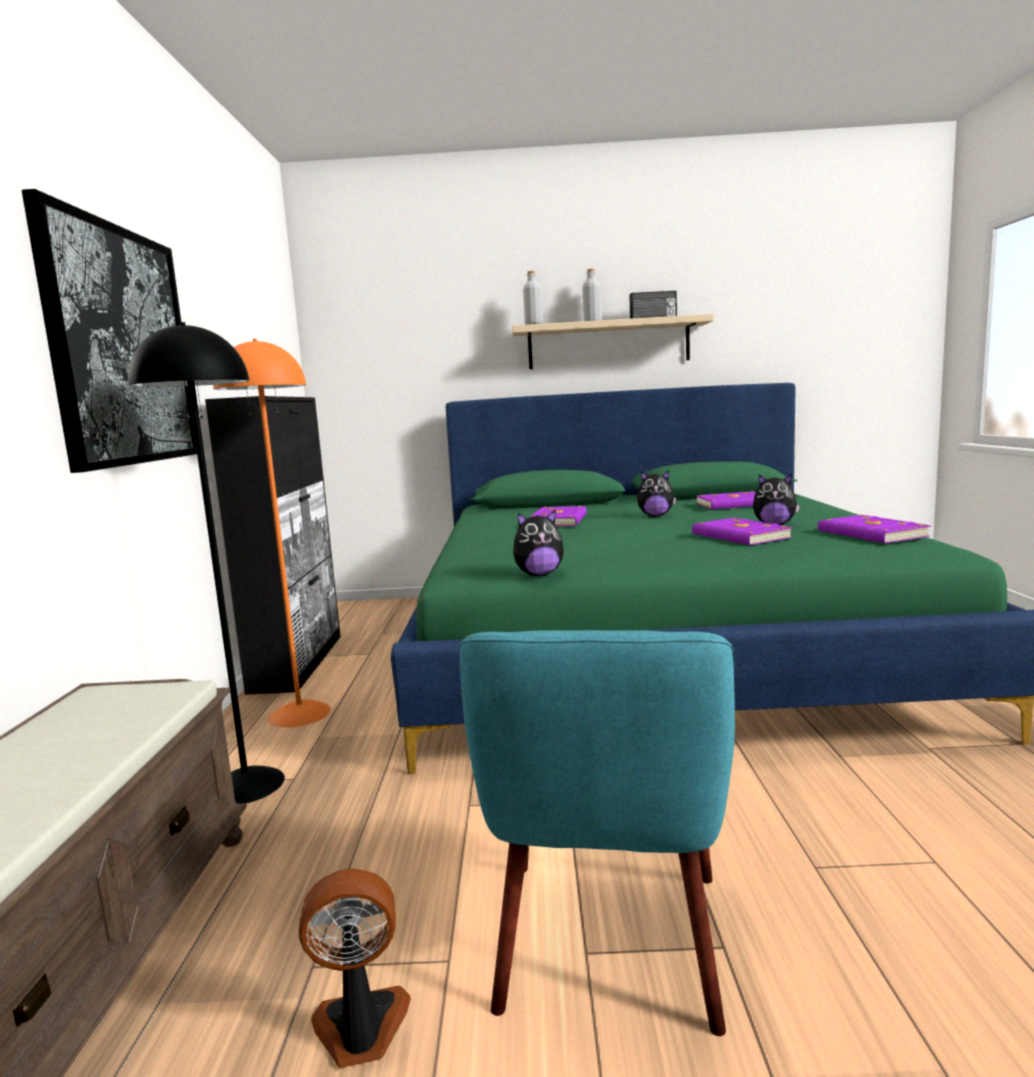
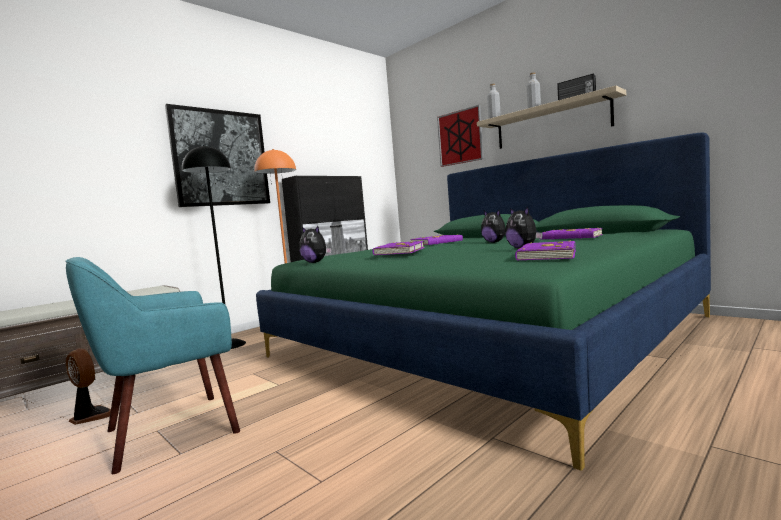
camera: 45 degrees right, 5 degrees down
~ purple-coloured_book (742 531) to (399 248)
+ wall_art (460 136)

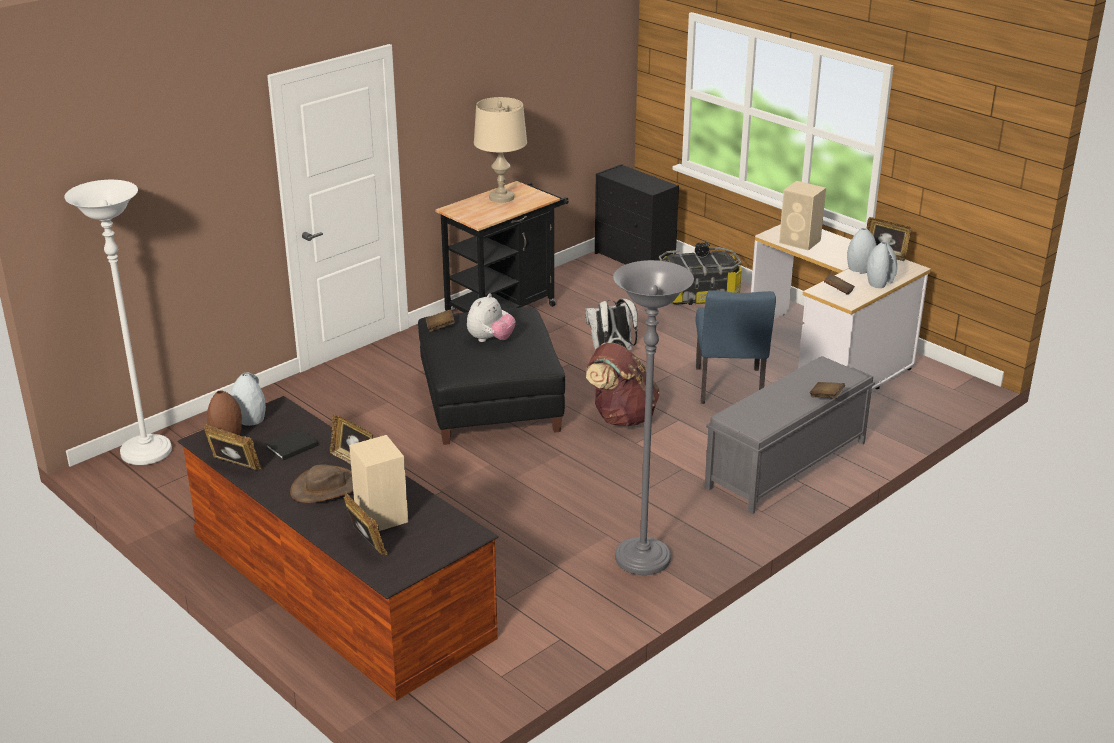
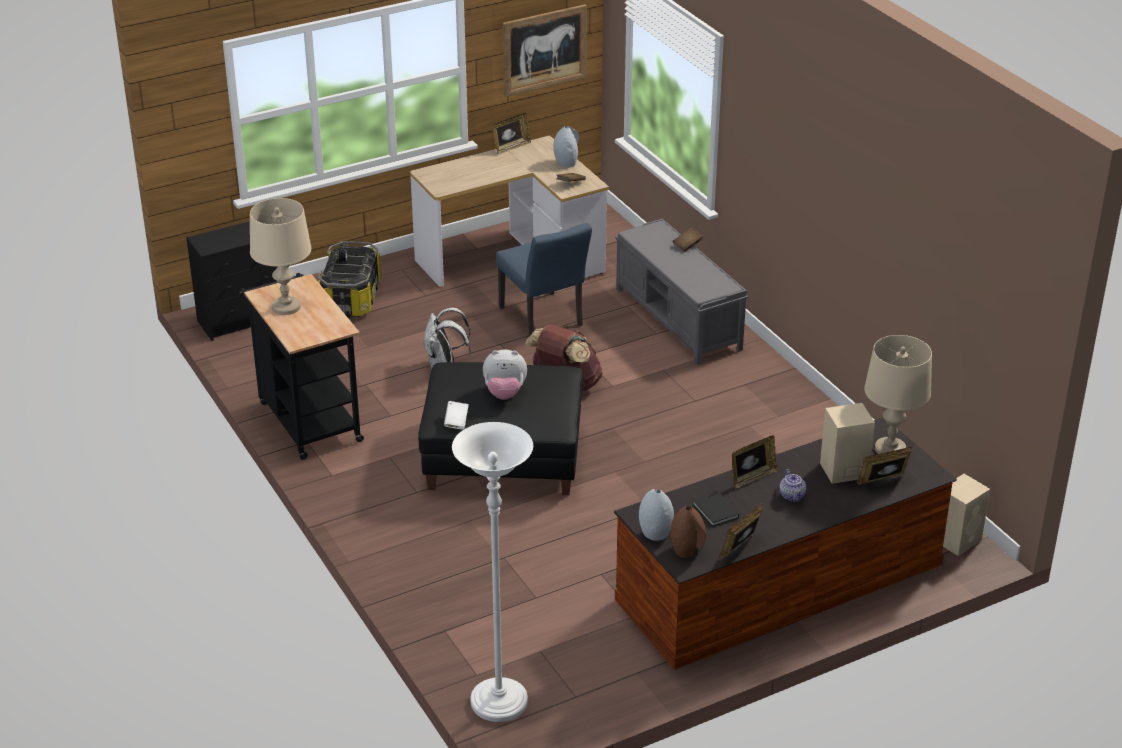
camera: 75 degrees left, 5 degrees up
~ brown_book (440 320) to whitish_book (456 415)
~ plush_toy (491 317) = (505 375) 135 degrees clockwise
~ bluish_chair (735 347) = (544 279) 45 degrees clockwise
+ wall_art (545 50)
~ brown_clothing_hat (321 483) to teapot (792 485)
+ beige_tabletop_lamp (898 394)
~ beige_loudspeaker (802 215) to (966 515)
- grey_standing_lamp (653 417)
- grey_flower_vase (861 251)

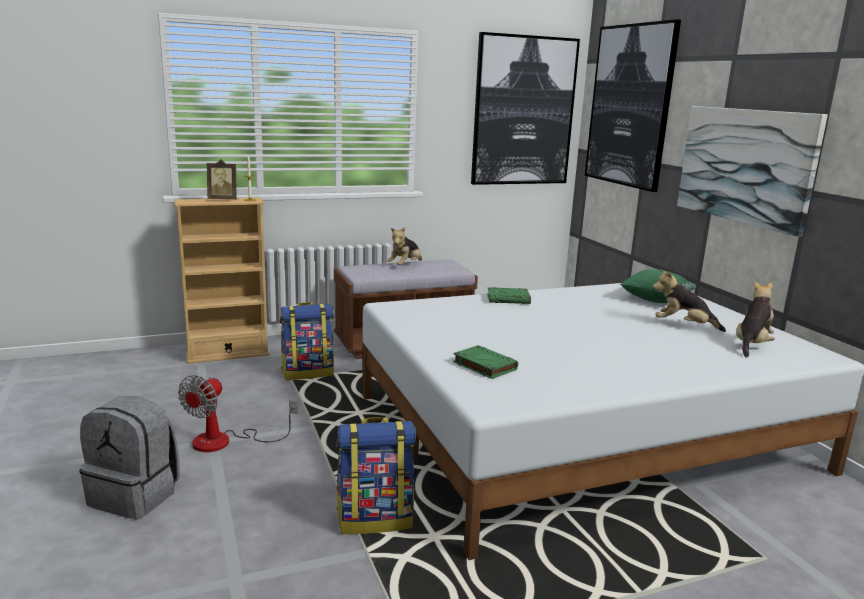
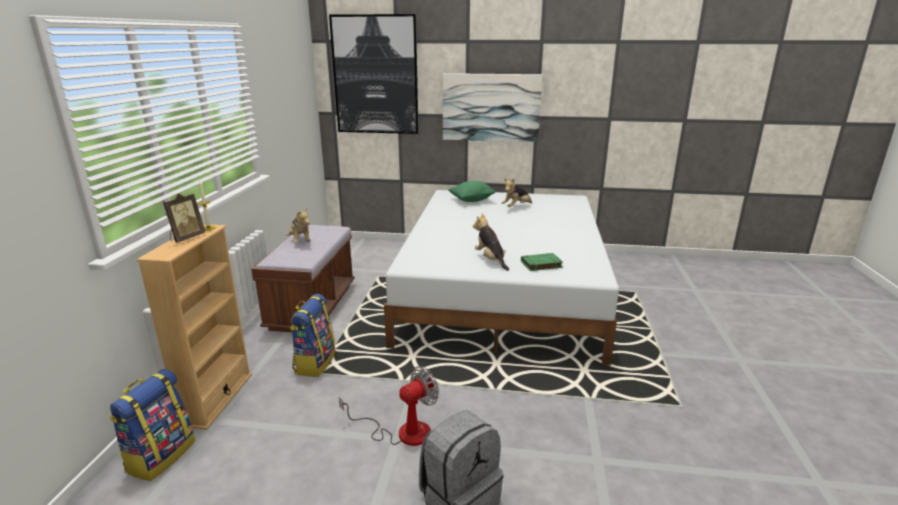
camera: 60 degrees left, 5 degrees up
~ rucksack (376 475) to (152 425)
~ cooling_fan (237 413) = (389 406) 90 degrees counterclockwise
~ plush_toy (755 319) to (491 242)
- wall_art (525 108)
- greenish_book (509 295)

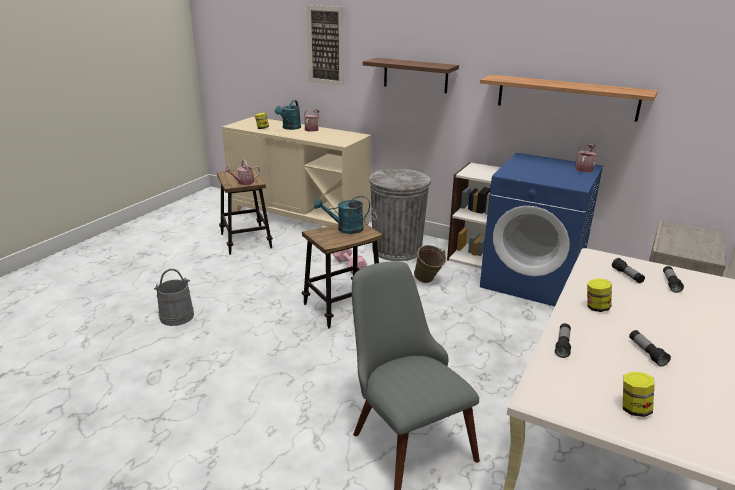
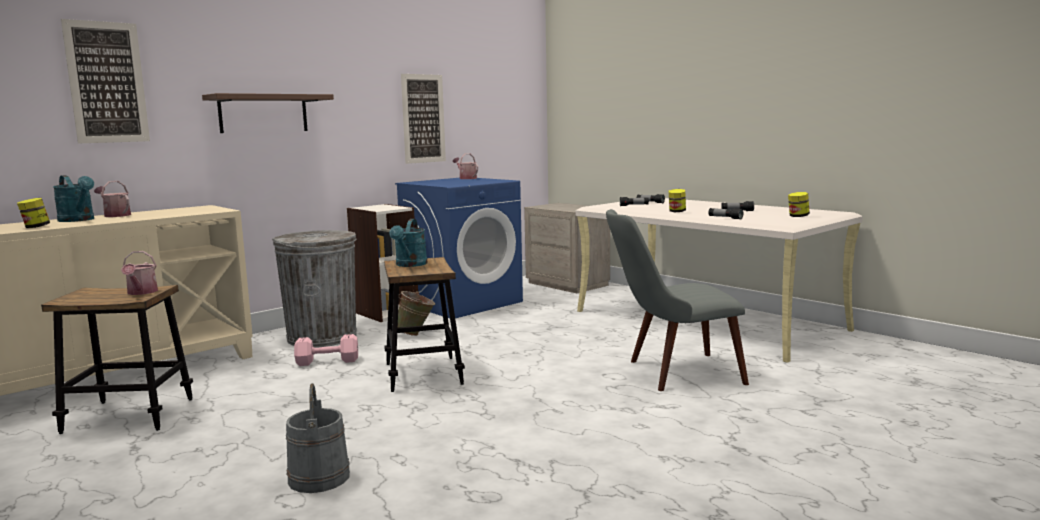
camera: 70 degrees left, 15 degrees down
~ wall_shelf (569 98) to wall_art (423 119)

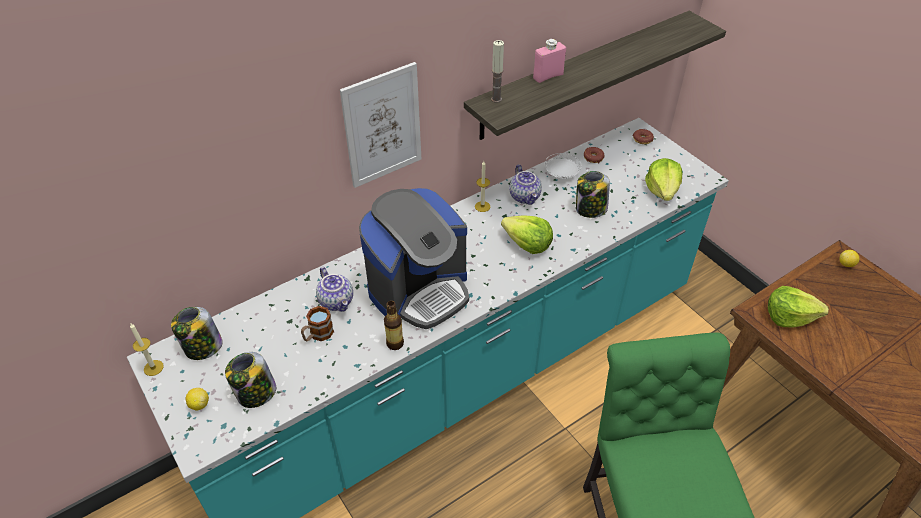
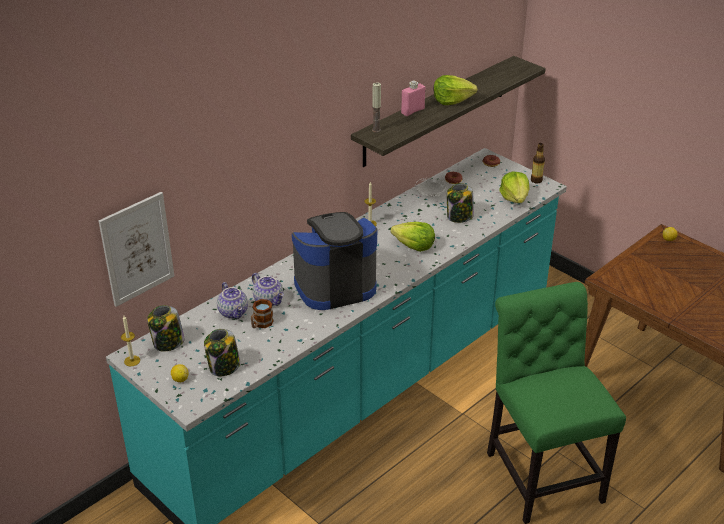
camera: 10 degrees left, 10 degrees down
~ wall_art (380 125) to (136 249)
~ teapot (525 184) to (232 300)
~ coffee_maker (414 258) = (334 261) 150 degrees counterclockwise
~ lettuce (798 307) to (455 90)
~ bottle (394 325) to (538 163)

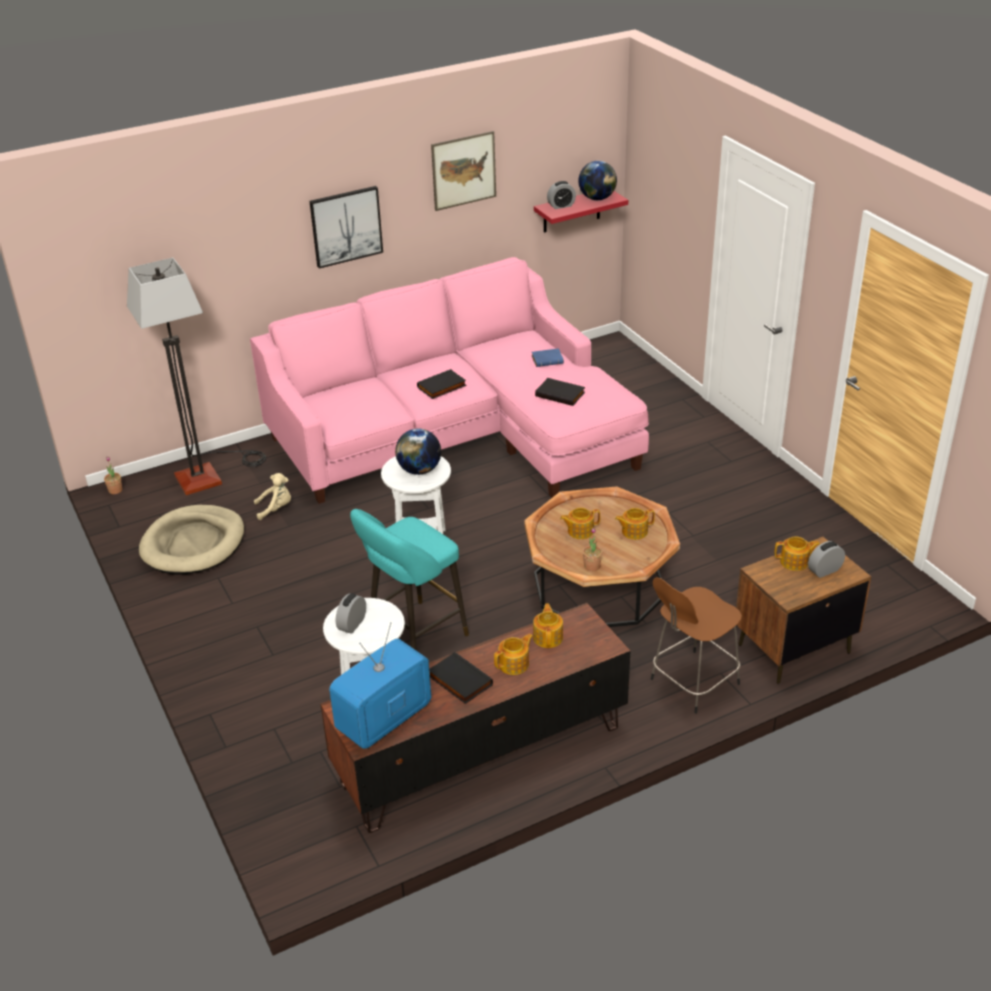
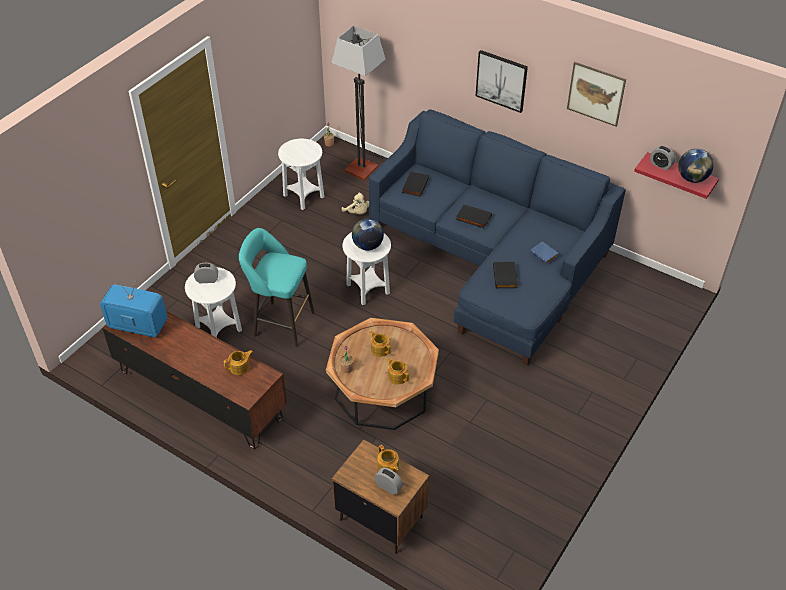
camera: 60 degrees right, 10 degrees up
~ beige_dog_cushion (191 540) to whitish_end_table (301 174)
~ pink_couch (449 380) to bluish_couch (497 237)
~ blackish_book (461 678) to (415 184)
- teapot (513 654)
- brown_sitting_stool (696 645)

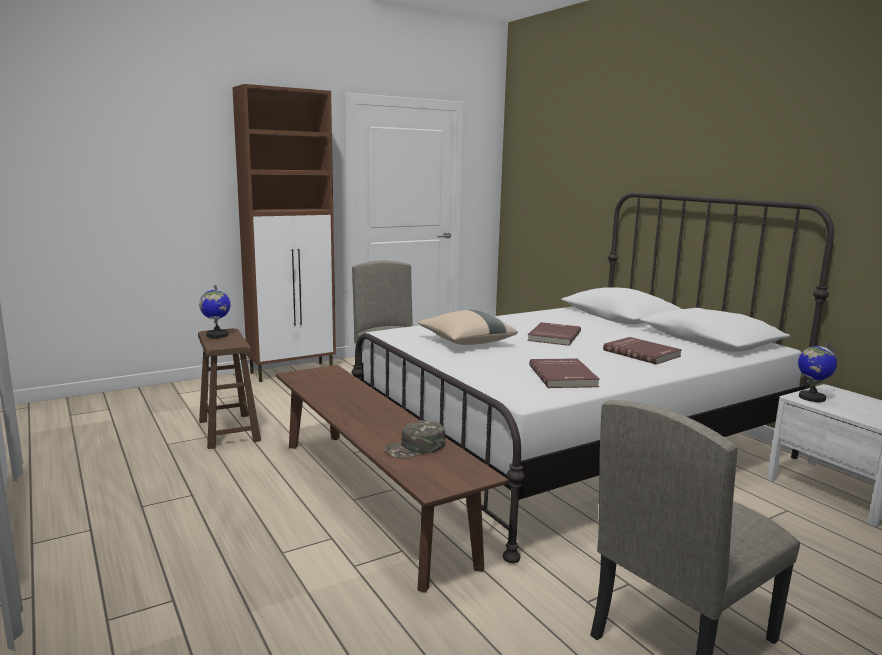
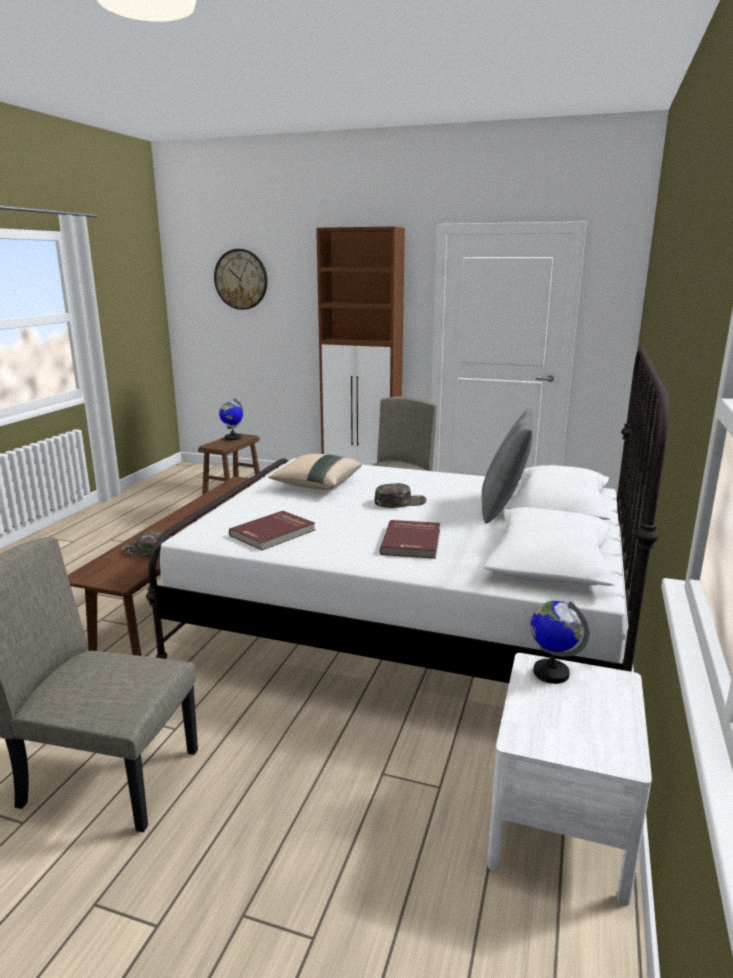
camera: 50 degrees right, 5 degrees up
+ hanging_clock (241 279)
~ red_book (554 334) to greenish_baseball_cap (400 495)
+ grey_pillow (507 465)

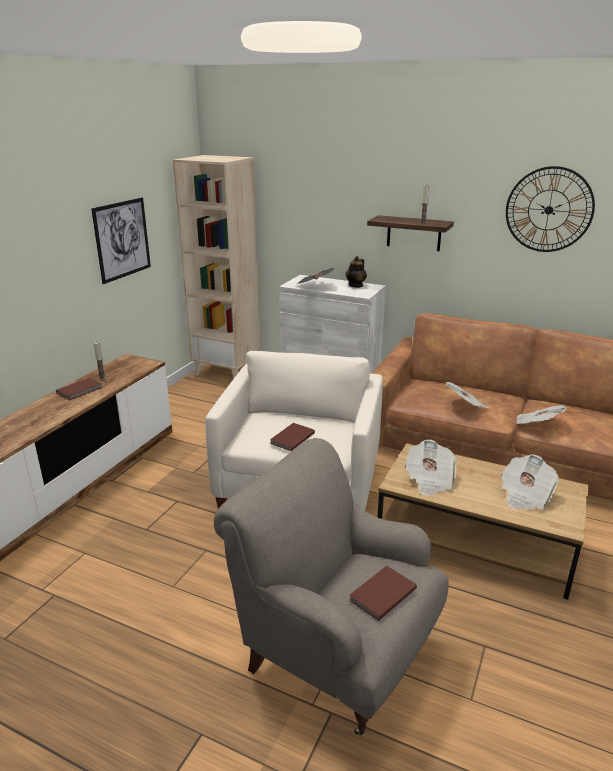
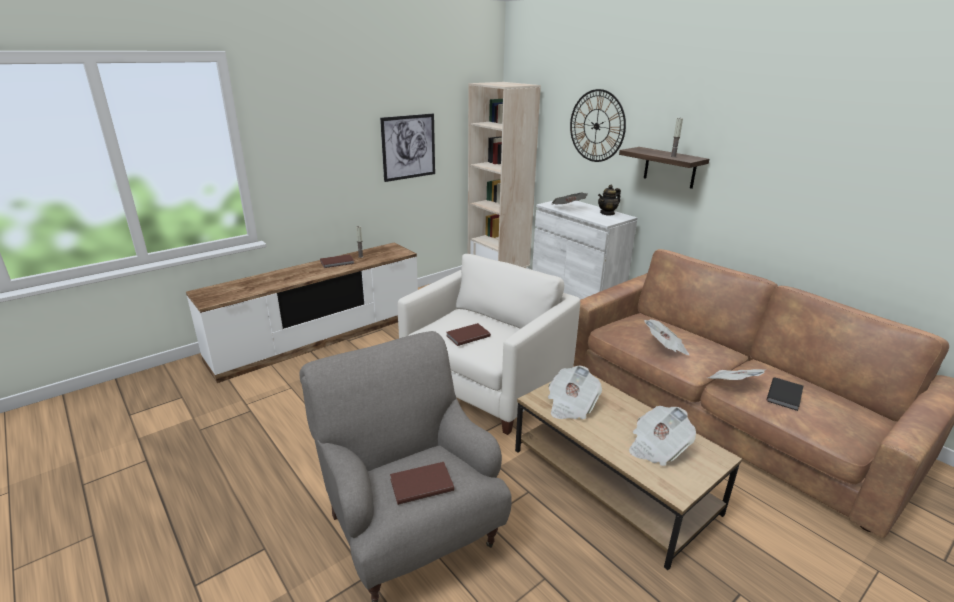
camera: 25 degrees right, 0 degrees up
~ hanging_clock (550 209) to (598 125)
+ blackish_book (784 394)

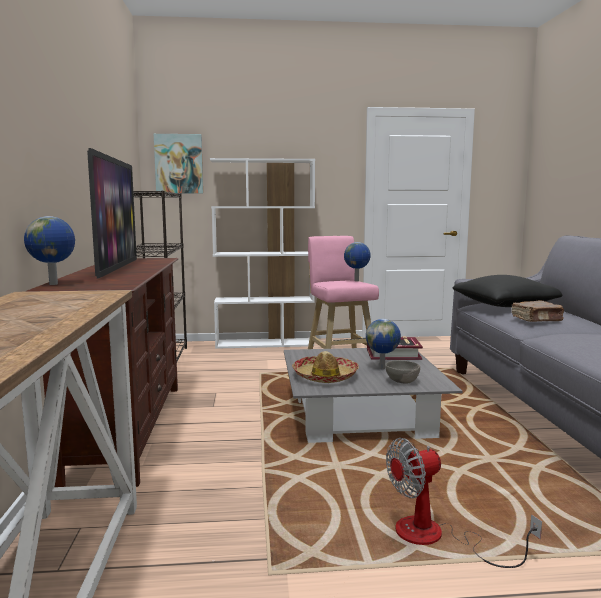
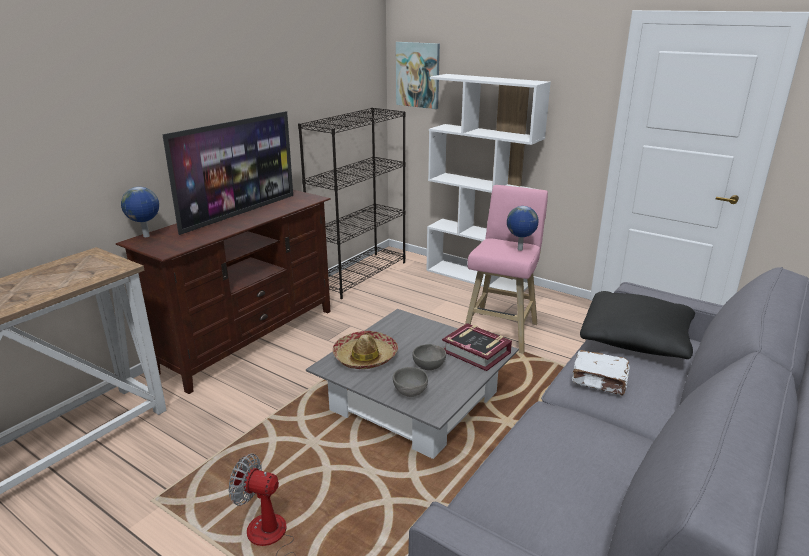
camera: 40 degrees right, 15 degrees up
~ world_globe (383 344) to grey_serving_bowl (429 357)
~ brown_book (537 311) to whitish_book (601 372)

